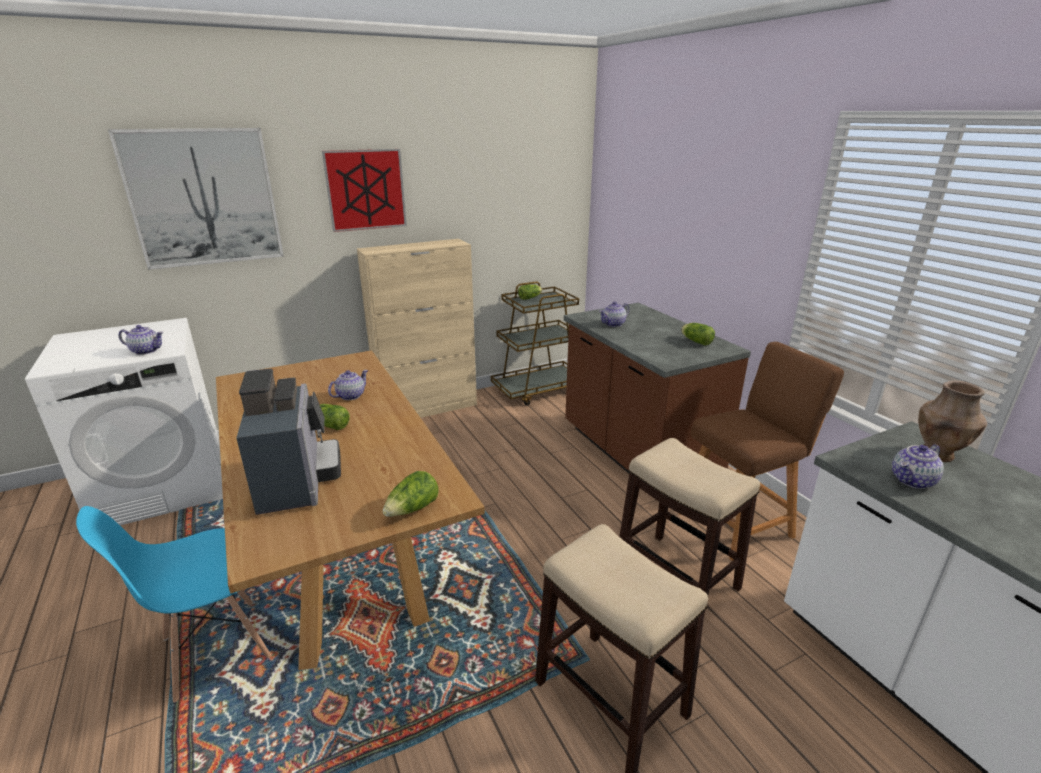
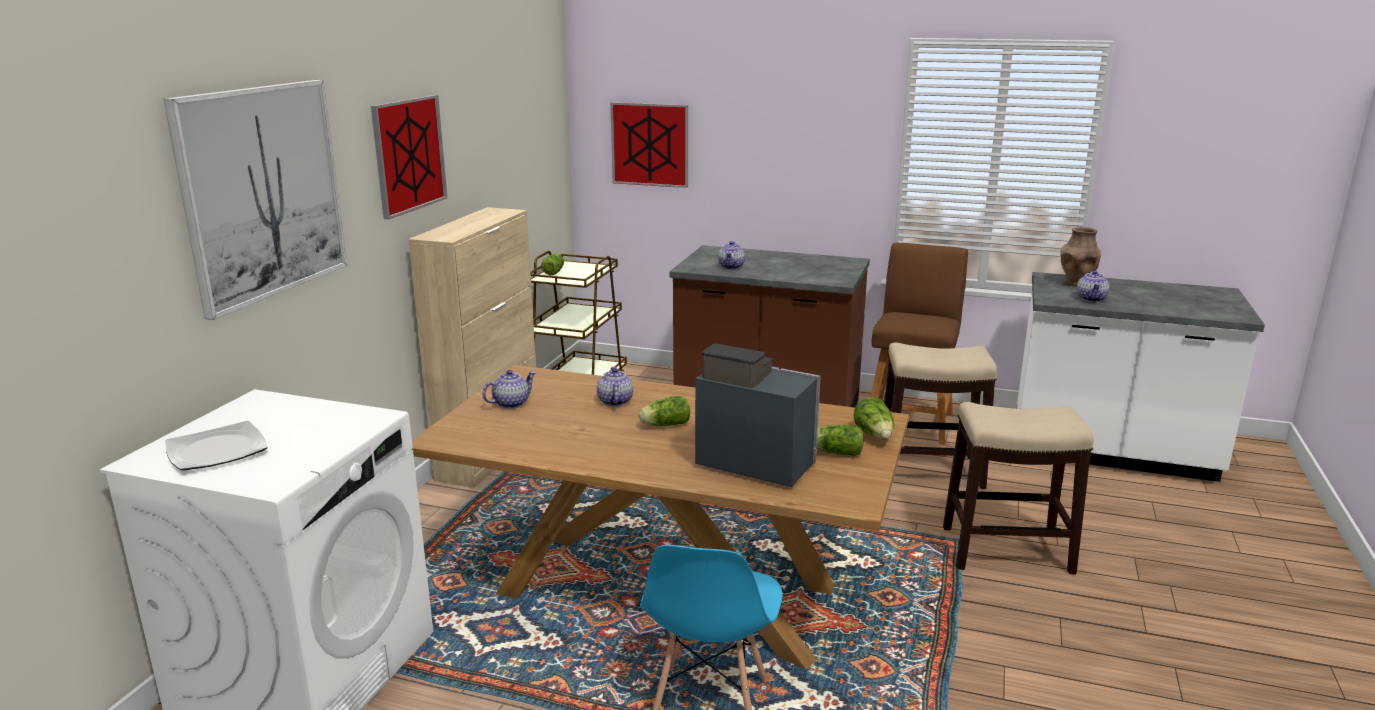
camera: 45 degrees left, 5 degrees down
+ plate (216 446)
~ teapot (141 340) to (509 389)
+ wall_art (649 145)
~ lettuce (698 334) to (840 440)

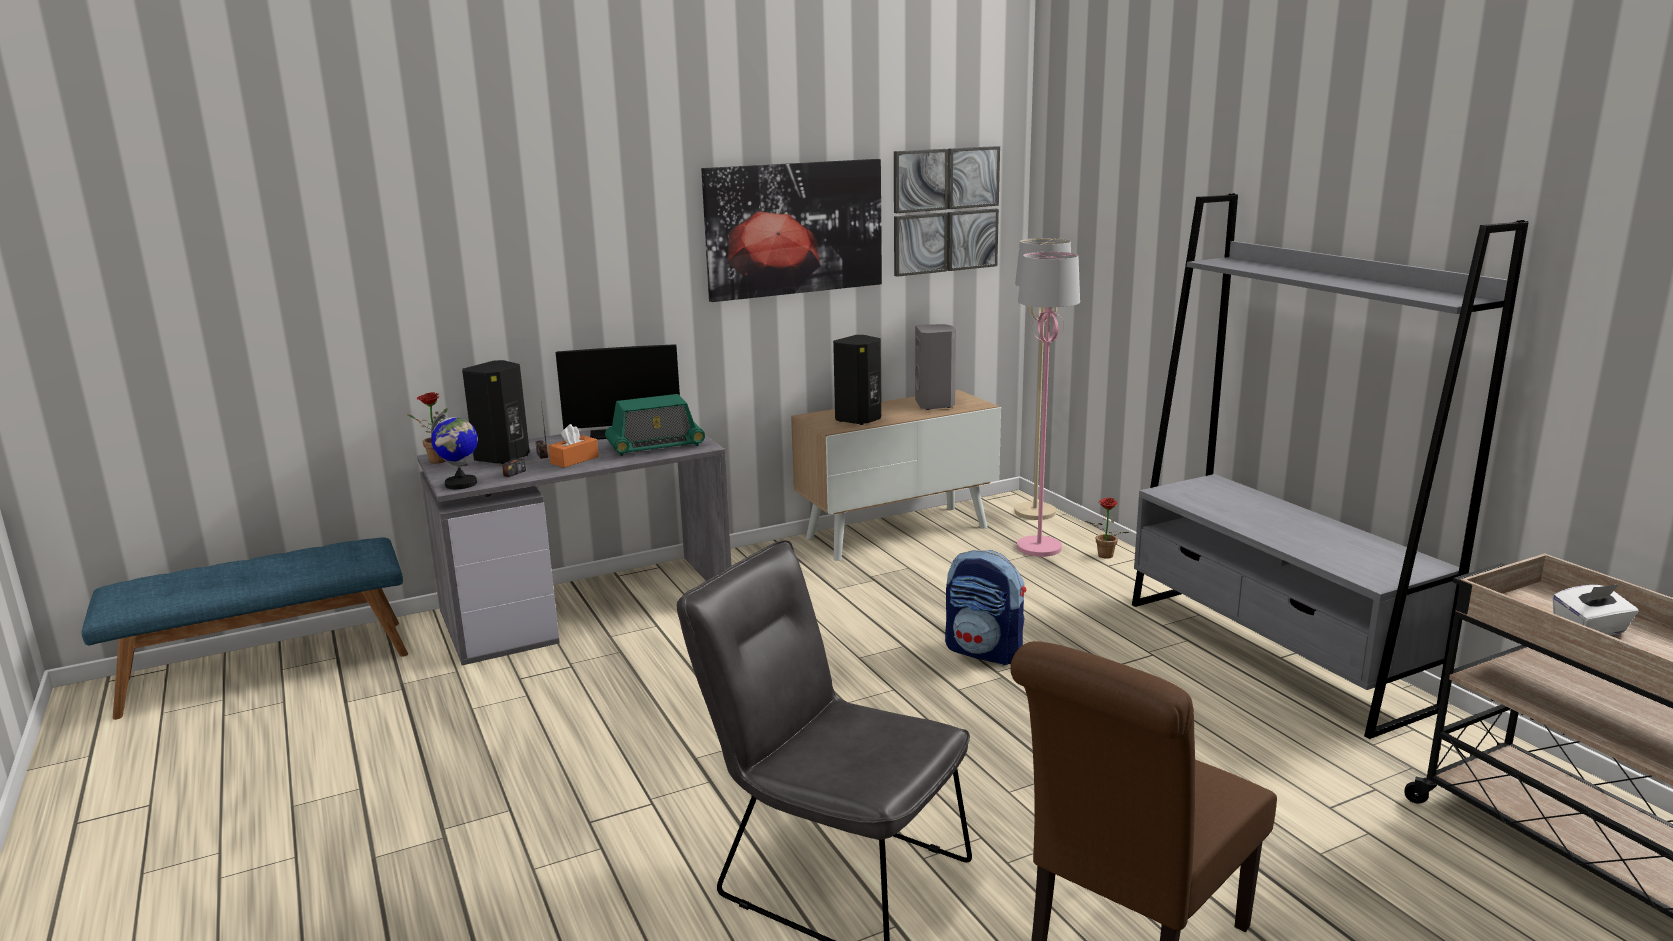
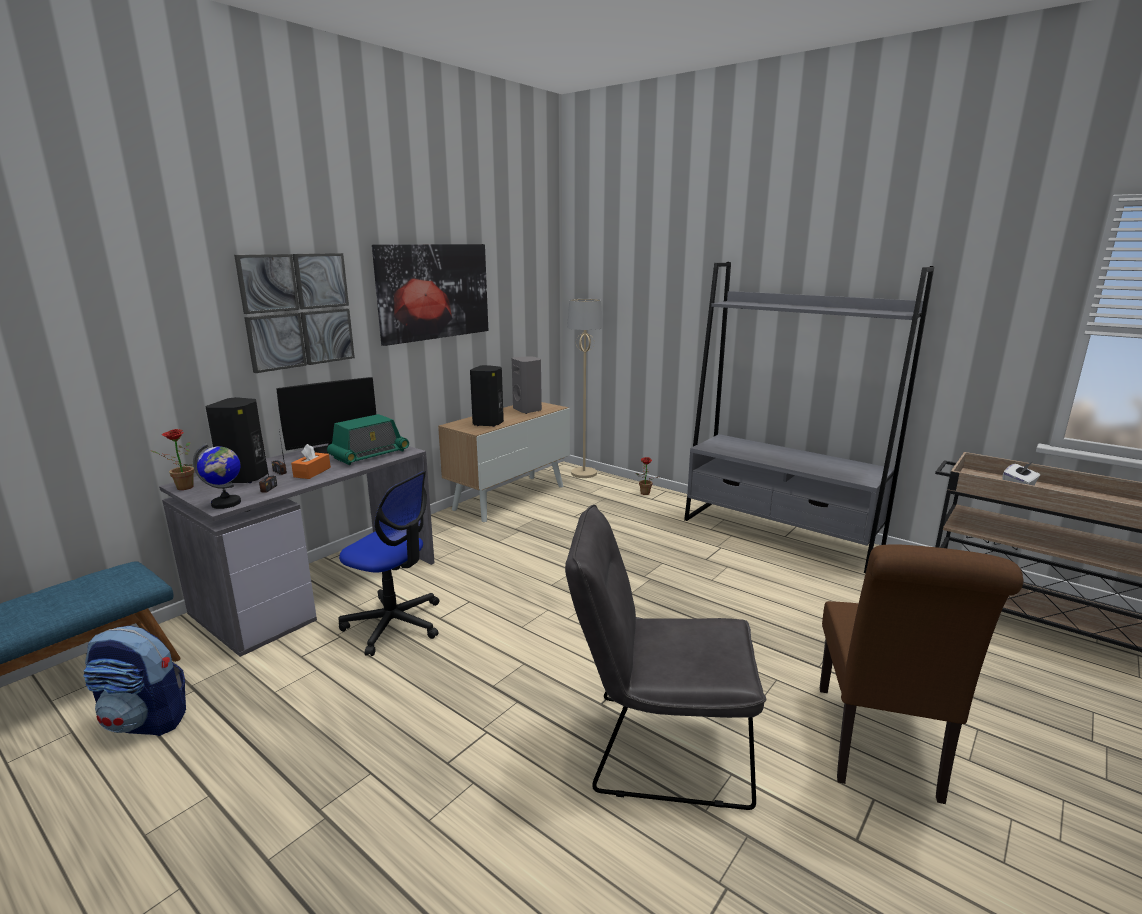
camera: 25 degrees left, 0 degrees up
~ rucksack (985 608) to (134 680)
~ wall_art (947 211) to (294 313)
+ office_chair (389 563)
- pink_standing_lamp (1048 404)

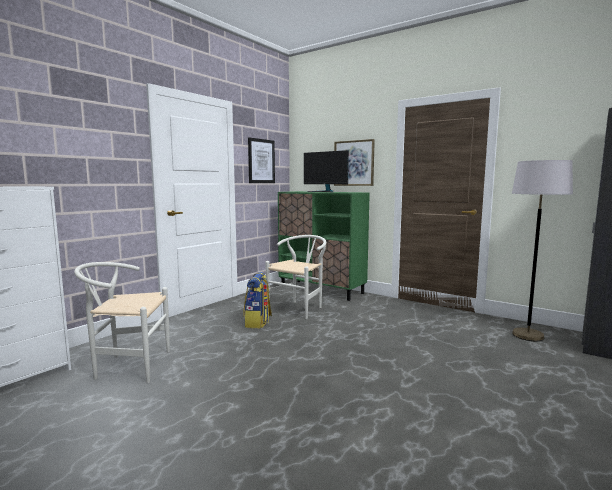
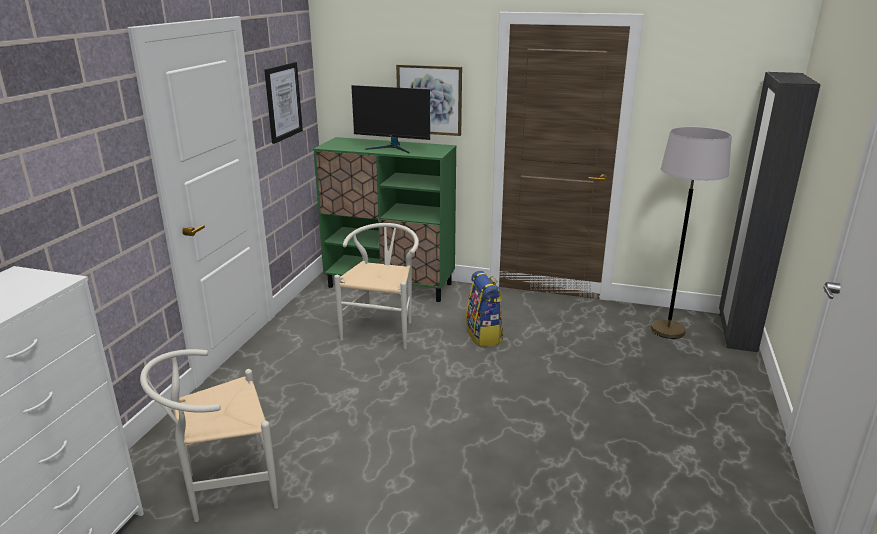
camera: 20 degrees left, 15 degrees up
~ rucksack (257 300) to (485 309)

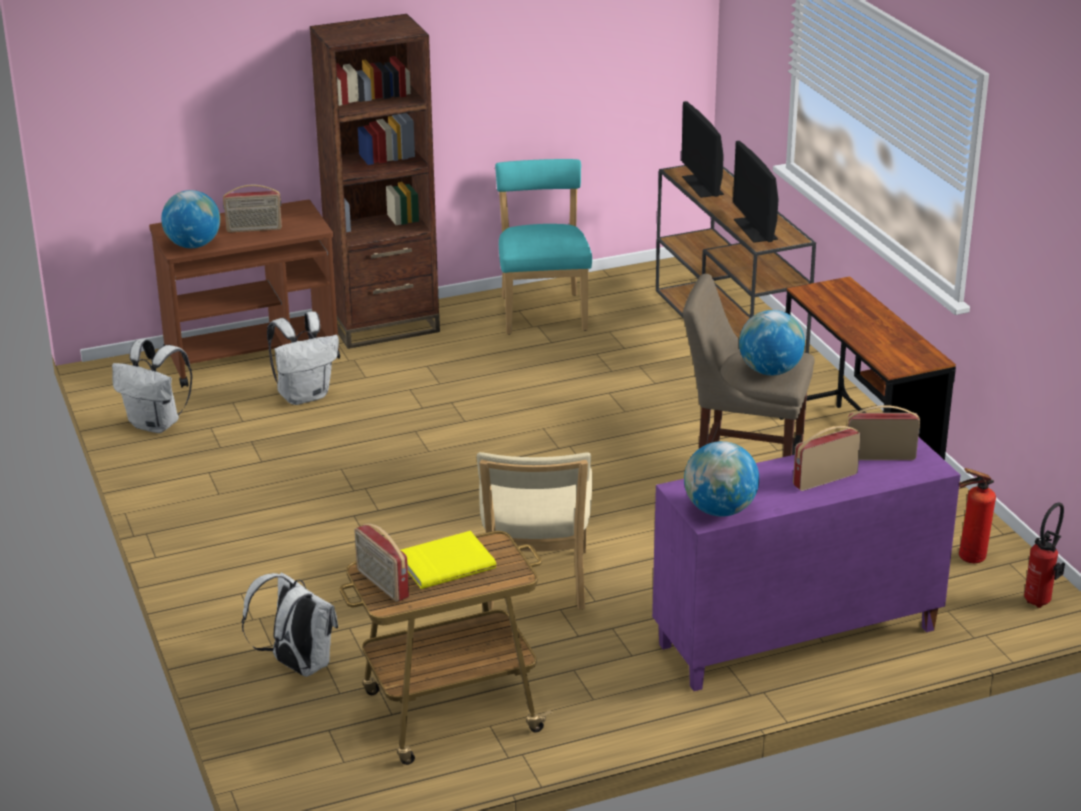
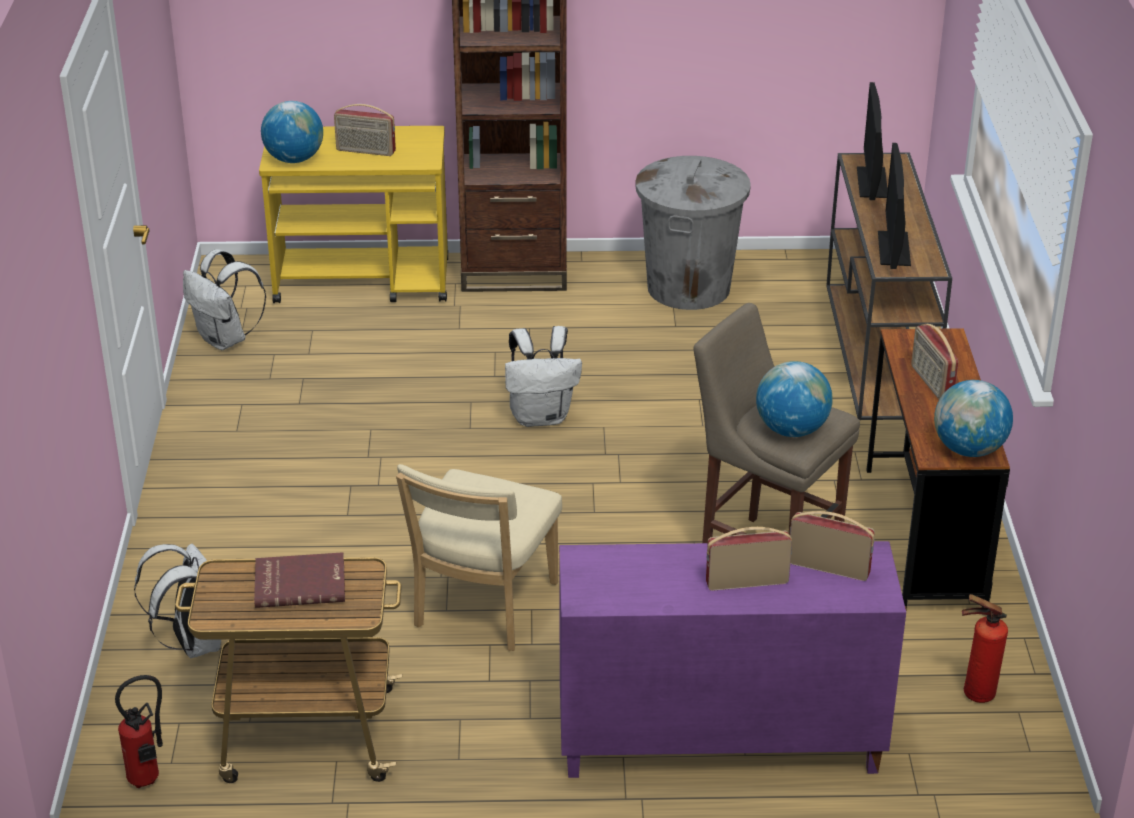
camera: 20 degrees right, 5 degrees up
~ fire_extinguisher (1044 555) to (139 731)
~ yellow_book (448 560) to red_book (299 580)
~ brown_cart (244 294) to yellow_cart (353 214)
~ whitish_rucksack (303 358) to (543 376)
~ turquoise-coloured_chair (543 247) to grey_trash_can (693 233)
~ radio_receiver (381 562) to (935 361)
~ world_globe (721 479) to (973 418)

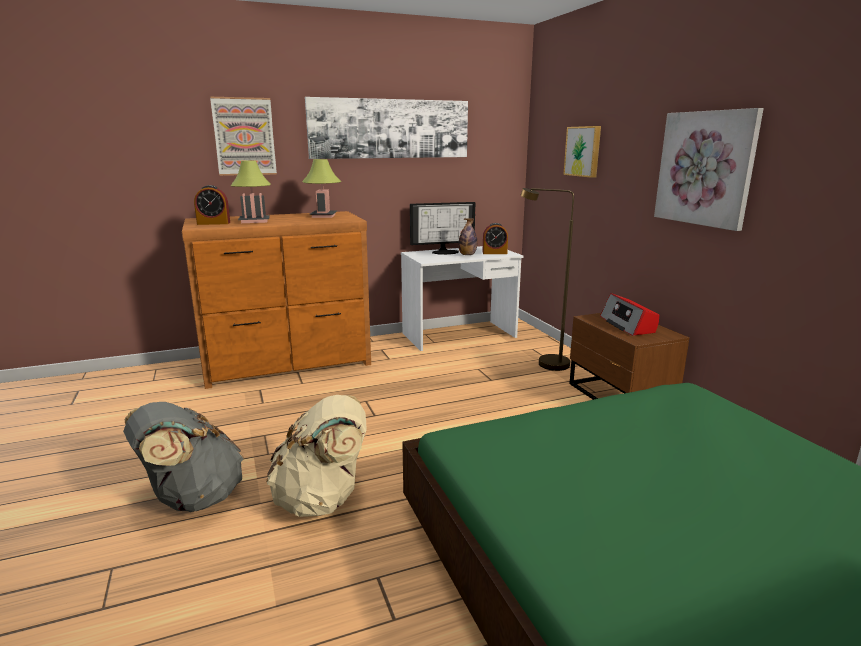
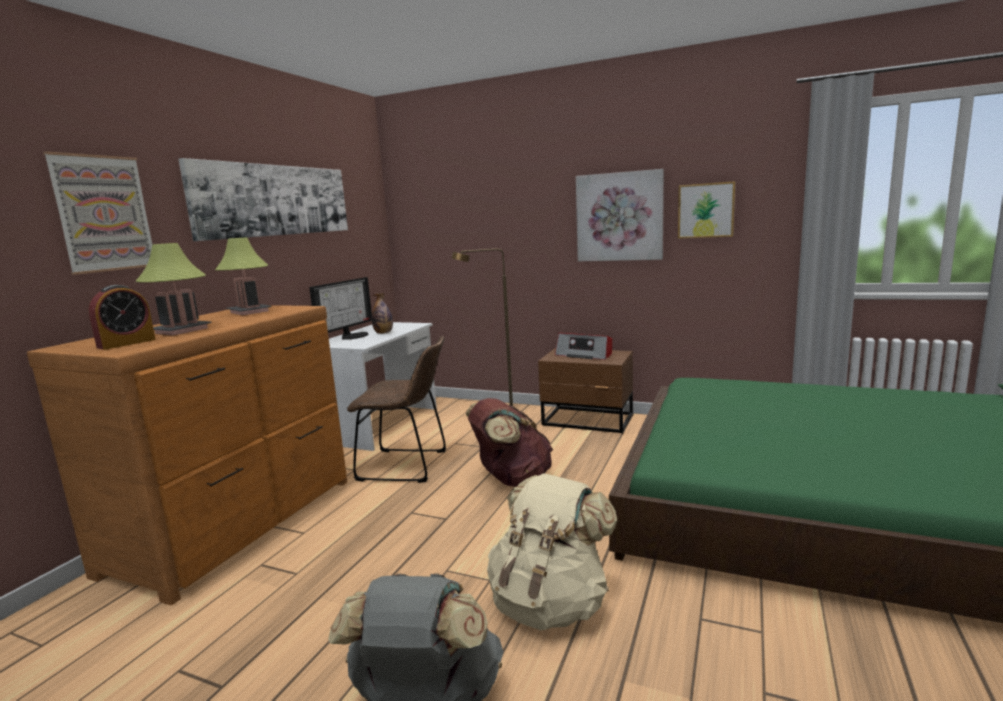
camera: 45 degrees left, 5 degrees down
+ brown_chair (396 409)
+ brown_rucksack (509 442)
~ wall_art (582 152) to (706 210)
- bedside_clock (495 238)

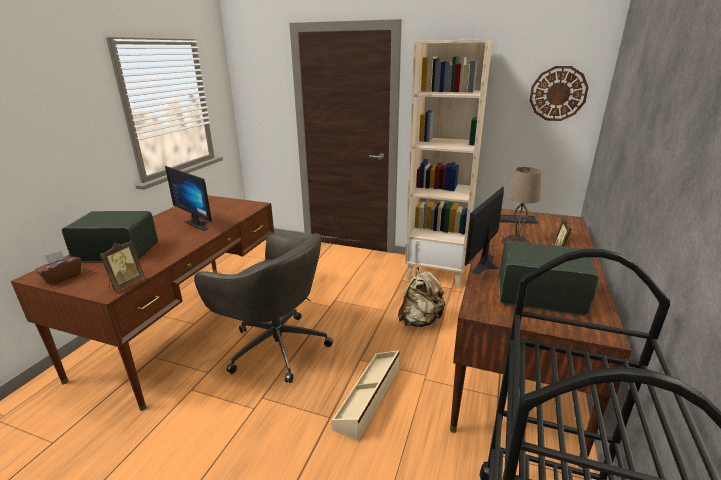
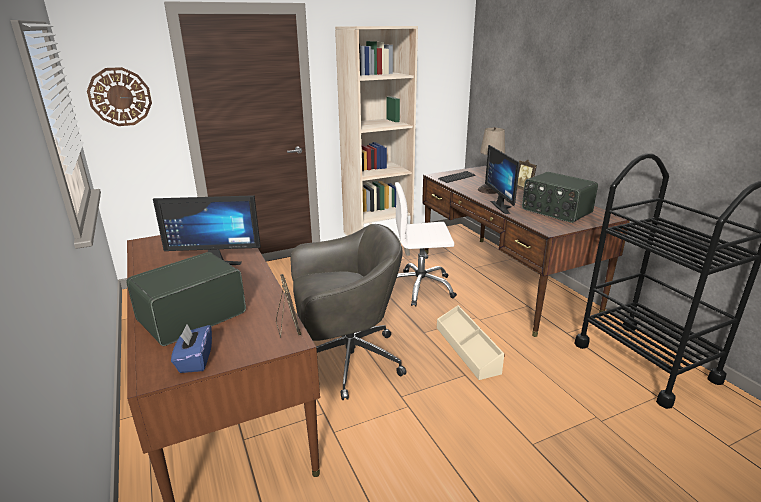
camera: 45 degrees left, 0 degrees up
~ hanging_clock (559 93) to (119 96)
~ brown_box_of_tissues (58 267) to bluish_box_of_tissues (191 348)
~ beige_rucksack (422 297) to whitish_office_chair (426 244)
~ radio_receiver (549 278) = (560 197) 105 degrees counterclockwise

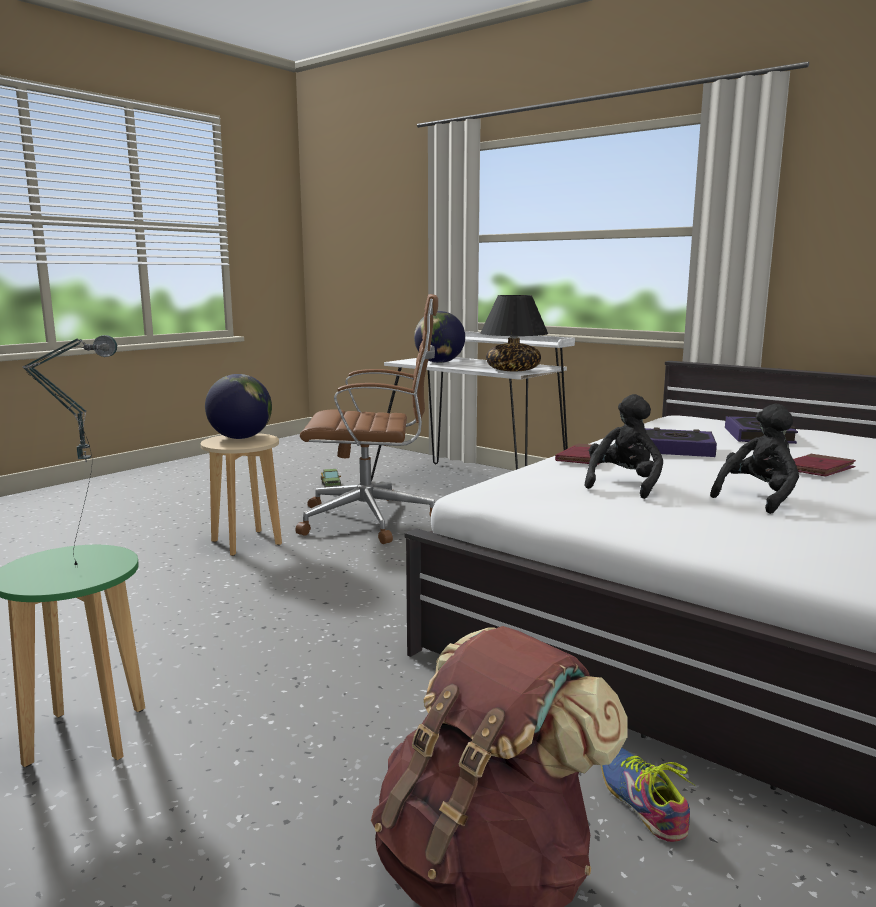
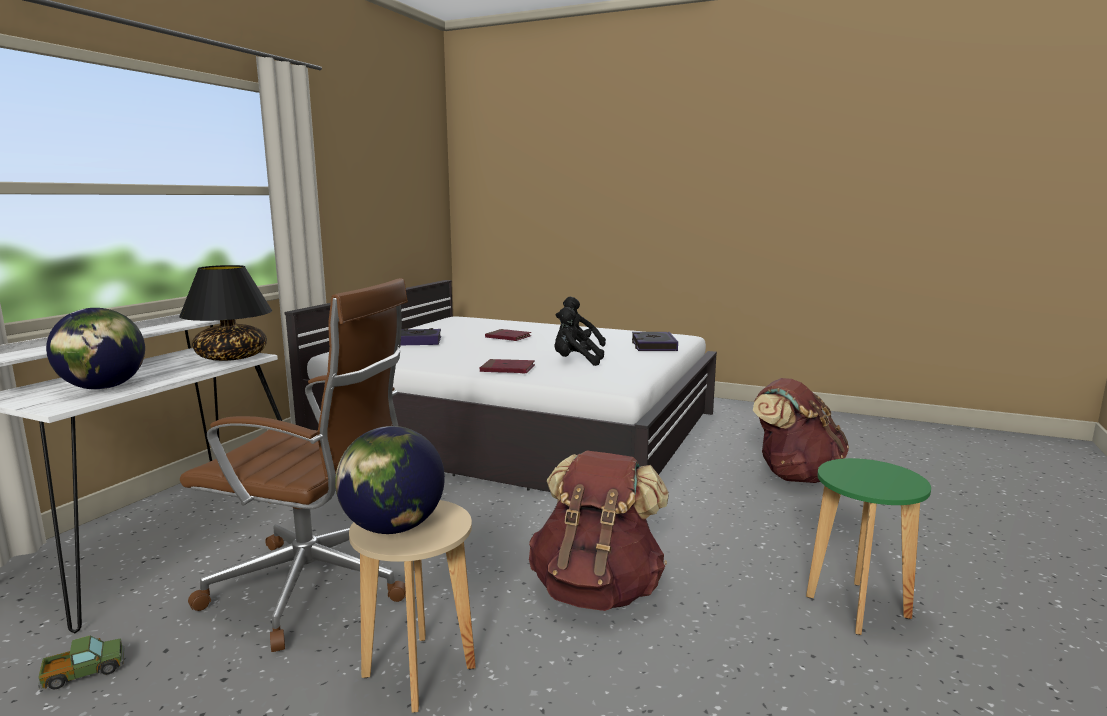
camera: 105 degrees left, 0 degrees up
~ brown_office_chair (366 419) = (294 465) 120 degrees clockwise
+ brown_rucksack (599 530)
~ book (681 442) to (655 341)
- tabletop_lamp (69 451)
- item_of_footwear (648 795)

